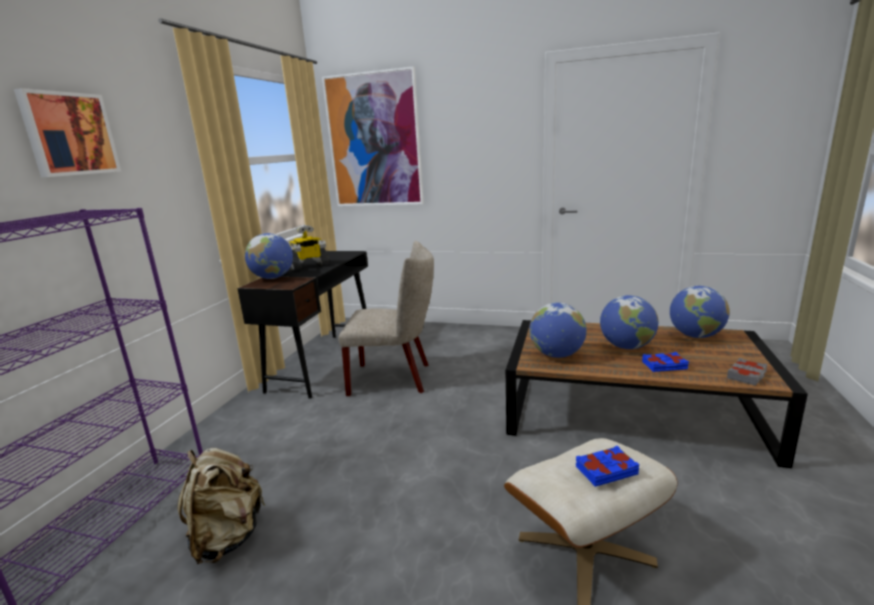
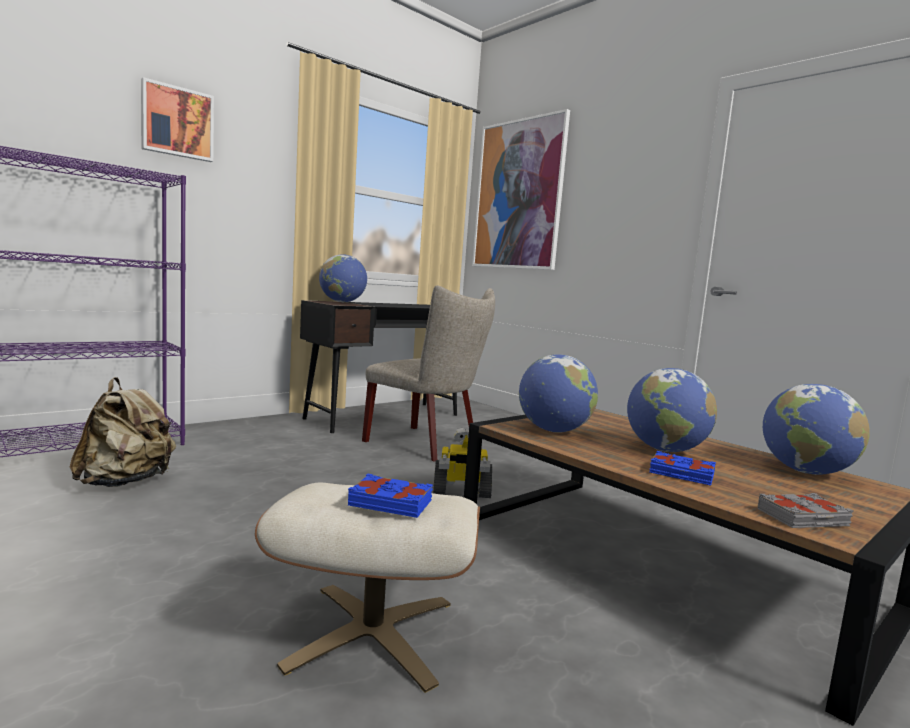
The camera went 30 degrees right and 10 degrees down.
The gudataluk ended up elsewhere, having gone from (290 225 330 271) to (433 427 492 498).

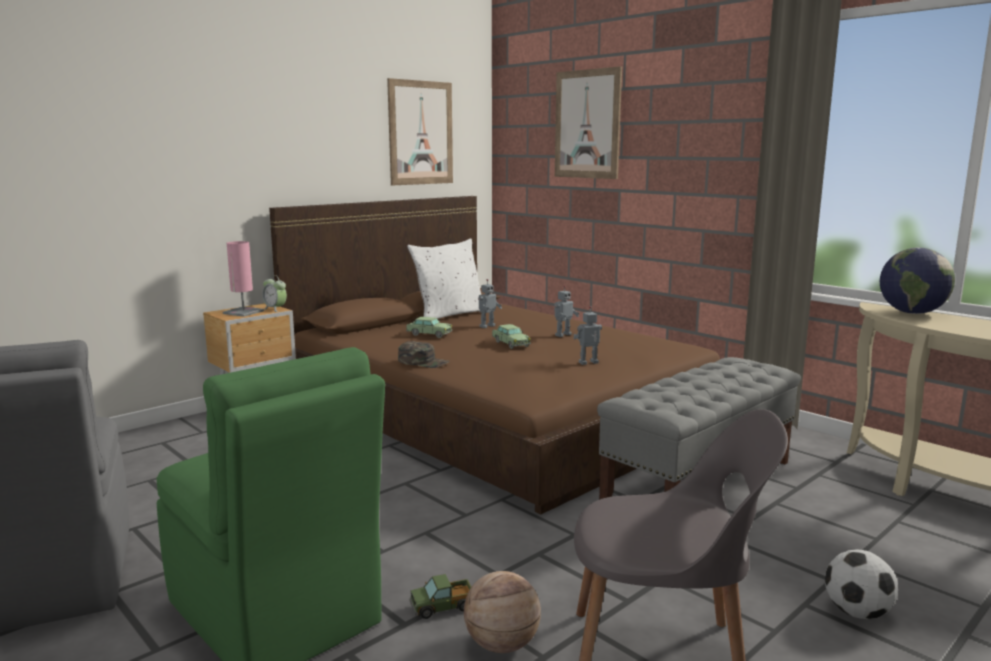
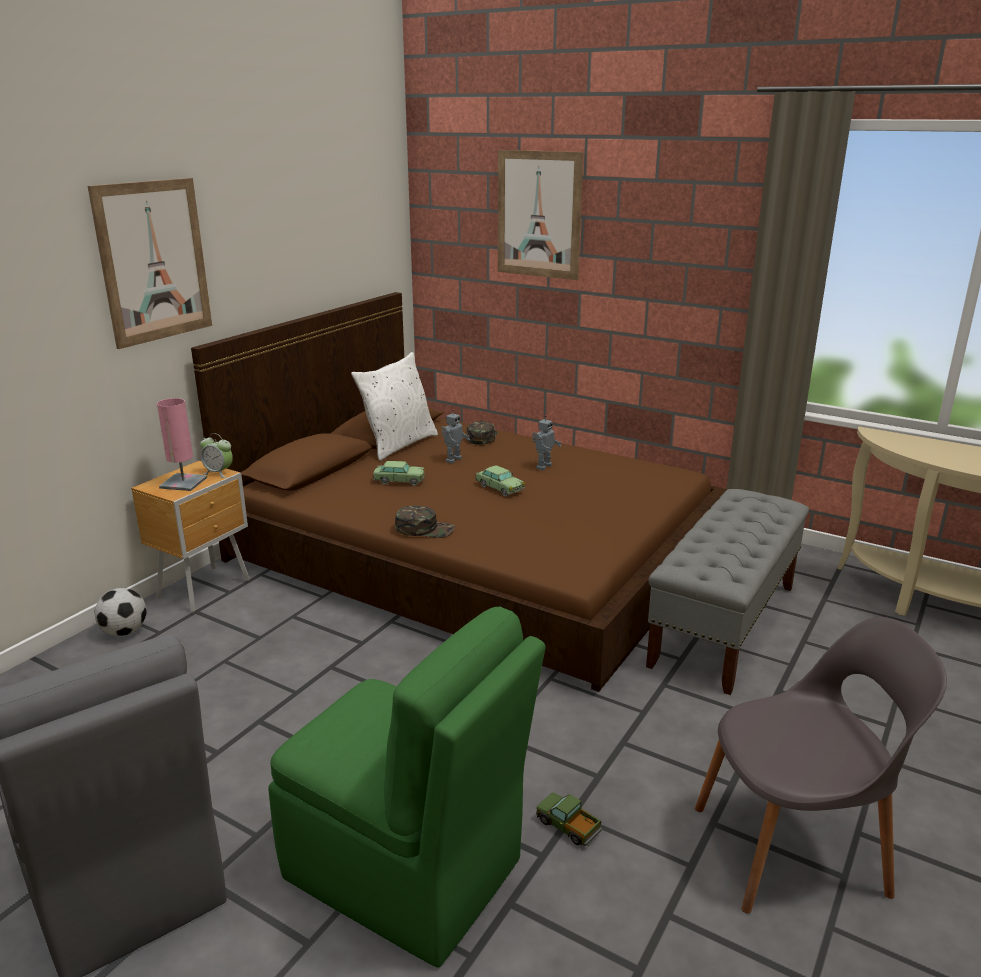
The camera went 15 degrees left and 10 degrees up.
The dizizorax ended up elsewhere, having gone from (387 78 453 186) to (88 178 212 349).
The second view lost the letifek at (880 247 955 314).
The second view lost the gudataluk at (573 306 602 365).
The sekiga ended up elsewhere, having gone from (825 550 898 619) to (95 588 147 636).
The second view lost the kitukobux at (464 571 541 653).
The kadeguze at (409 574 471 619) ended up facing another way, 75 degrees clockwise from before.
The second view gained the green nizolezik at (467 421 497 445).

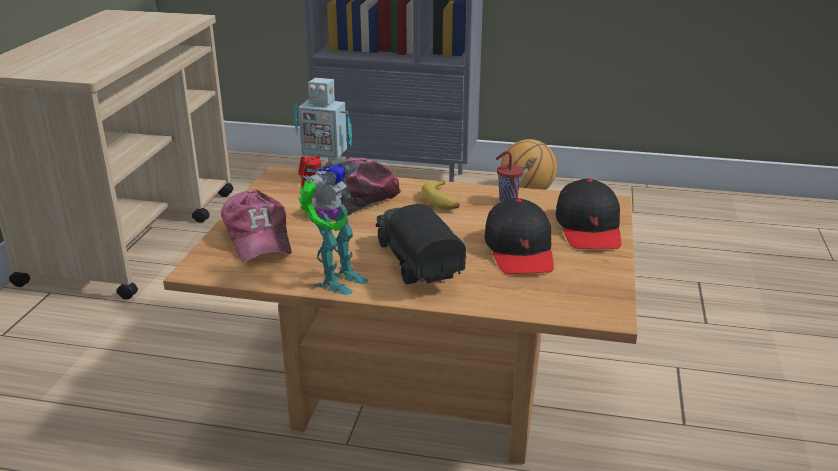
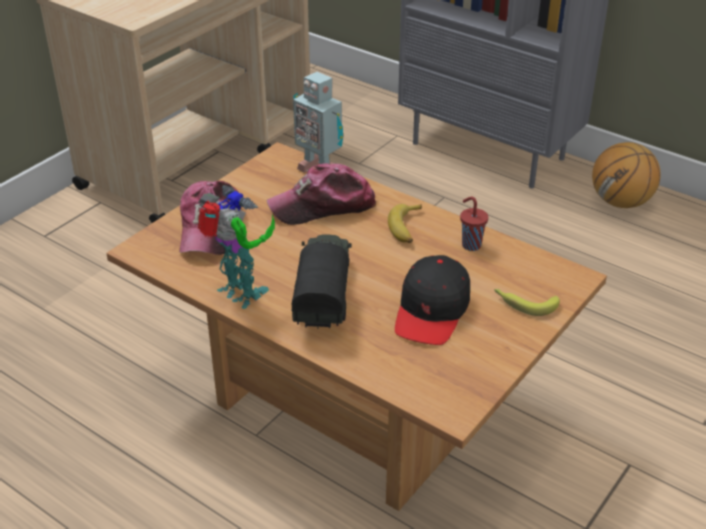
The camera went 25 degrees right and 10 degrees up.
The gudataluk at (298 155 368 295) ended up facing another way, 105 degrees counterclockwise from before.
Where the black nizolezik stood at (555 178 621 249), the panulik came to stand at (494 289 560 316).

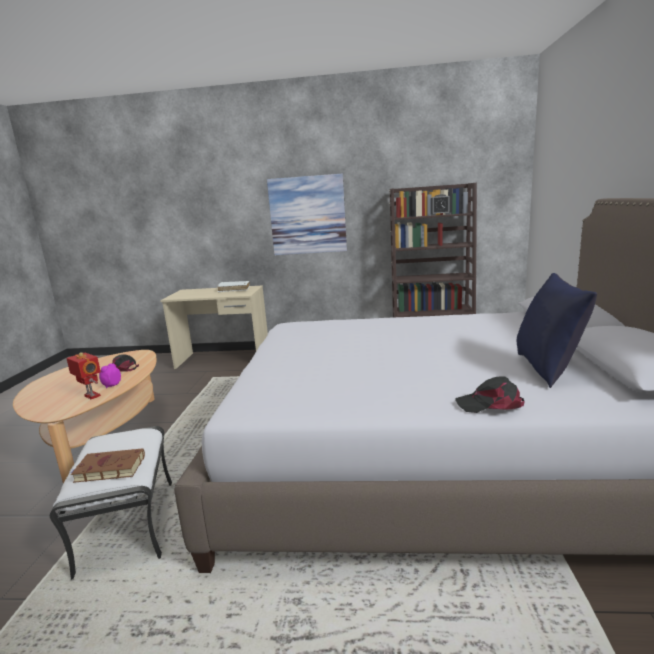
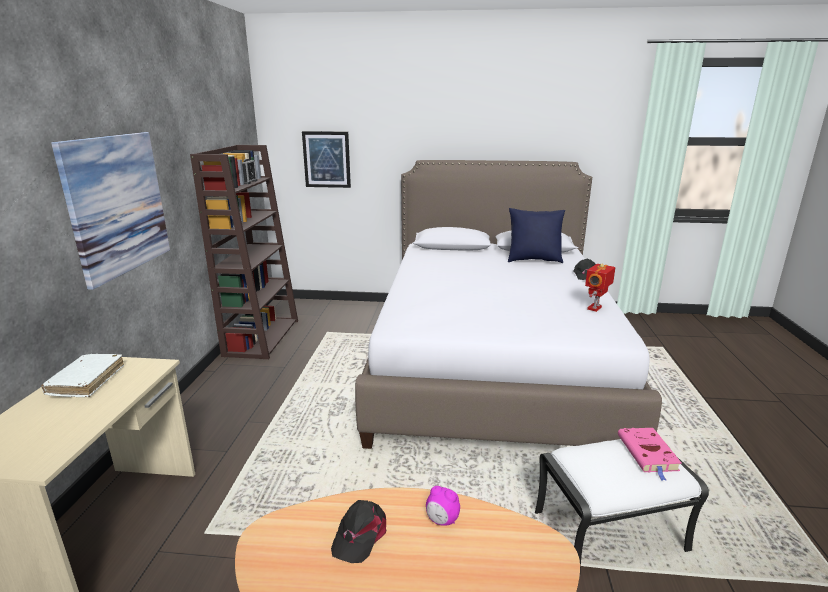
The camera went 90 degrees left and 5 degrees up.
The gudataluk ended up elsewhere, having gone from (66 352 101 399) to (585 263 616 312).
What was the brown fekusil at (71 448 145 483) turned into the pink fekusil at (618 428 682 481).
The second view gained the dizizorax at (302 131 351 188).

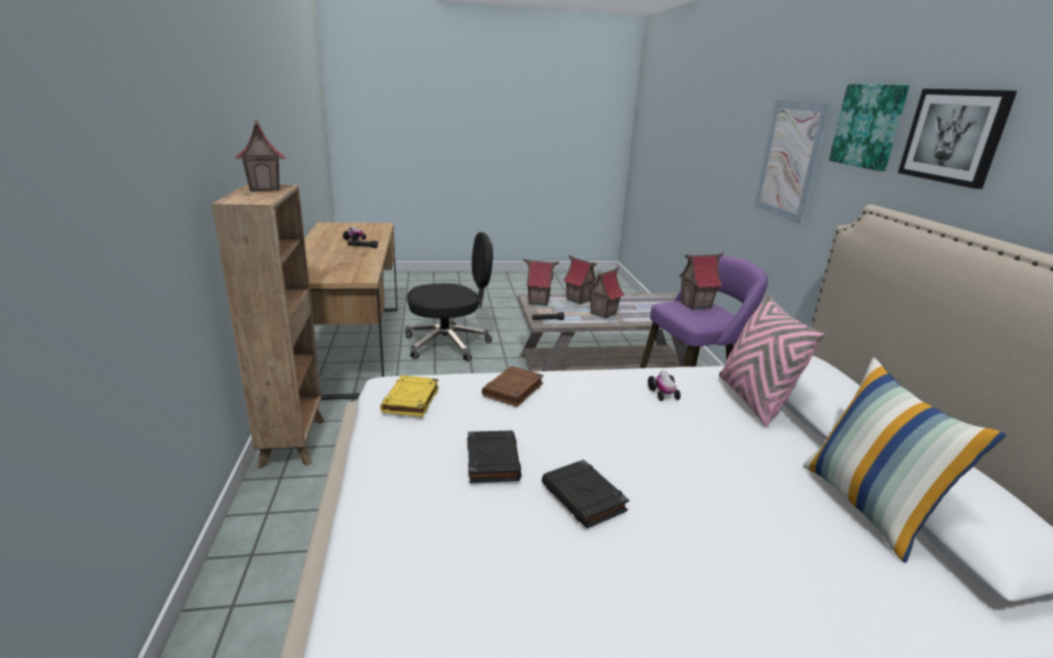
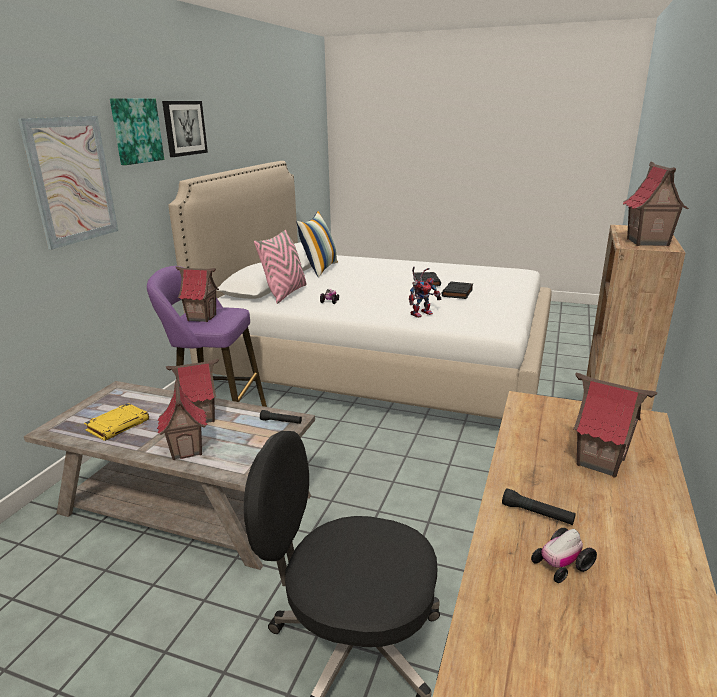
The camera went 150 degrees left and 0 degrees up.
The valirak ended up elsewhere, having gone from (523 259 559 306) to (573 373 657 478).
Where the brown fekusil stood at (482 366 544 407), the gudataluk came to stand at (409 267 441 318).
The yellow fekusil ended up elsewhere, having gone from (380 375 439 417) to (84 403 149 441).

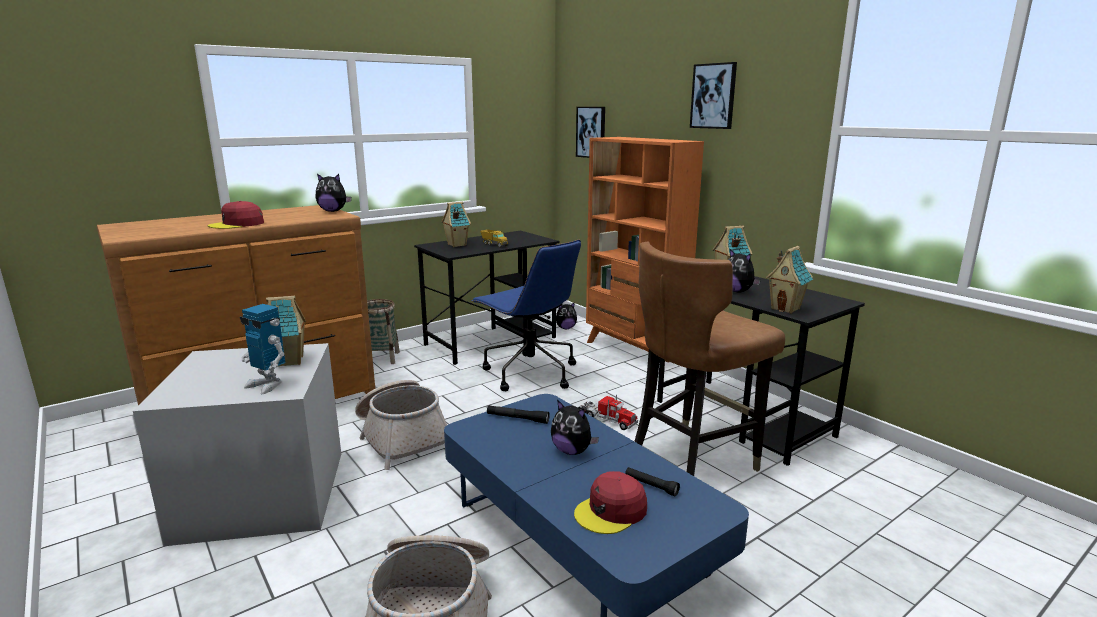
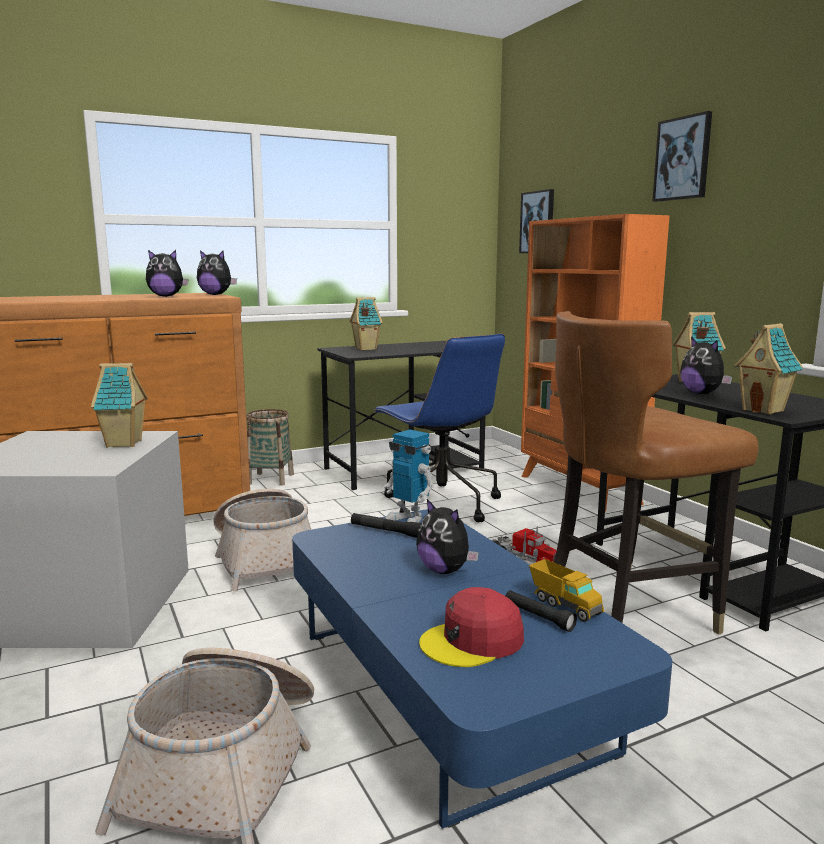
The camera went 10 degrees right and 5 degrees down.
The second view lost the red nizolezik at (207 201 264 229).
The kadeguze ended up elsewhere, having gone from (480 229 508 248) to (529 559 604 622).
The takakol ended up elsewhere, having gone from (556 302 577 329) to (146 250 188 297).
The gudataluk ended up elsewhere, having gone from (240 304 286 394) to (383 429 434 523).

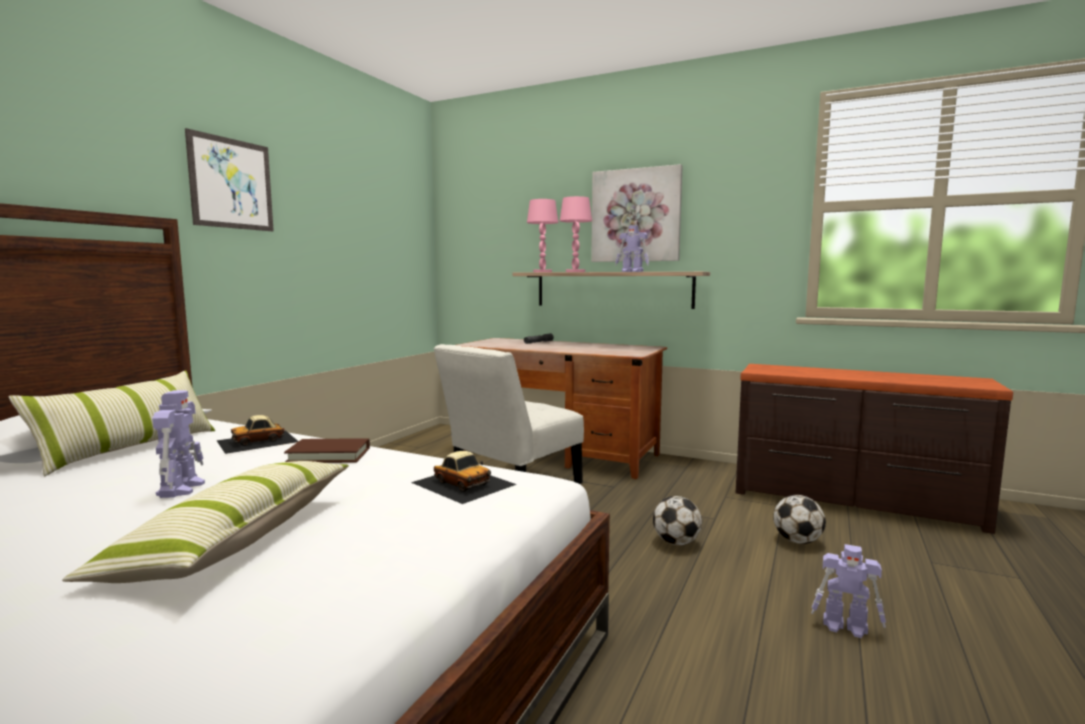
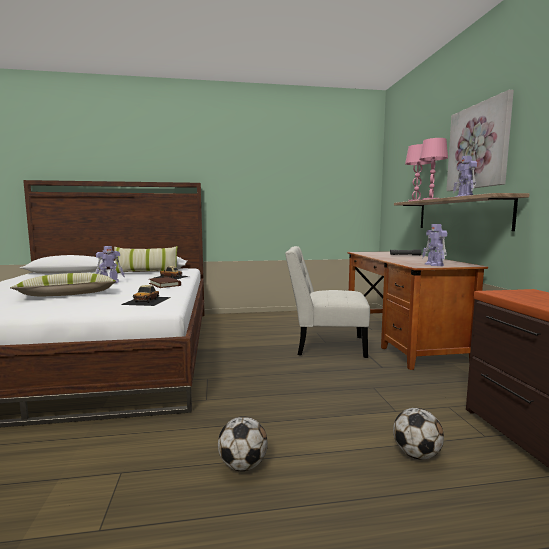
The camera went 55 degrees right and 0 degrees up.
The second view lost the dizizorax at (185 128 274 231).
The sekiga ended up elsewhere, having gone from (653 496 702 545) to (218 416 268 471).
The gudataluk ended up elsewhere, having gone from (811 544 886 638) to (422 224 447 266).

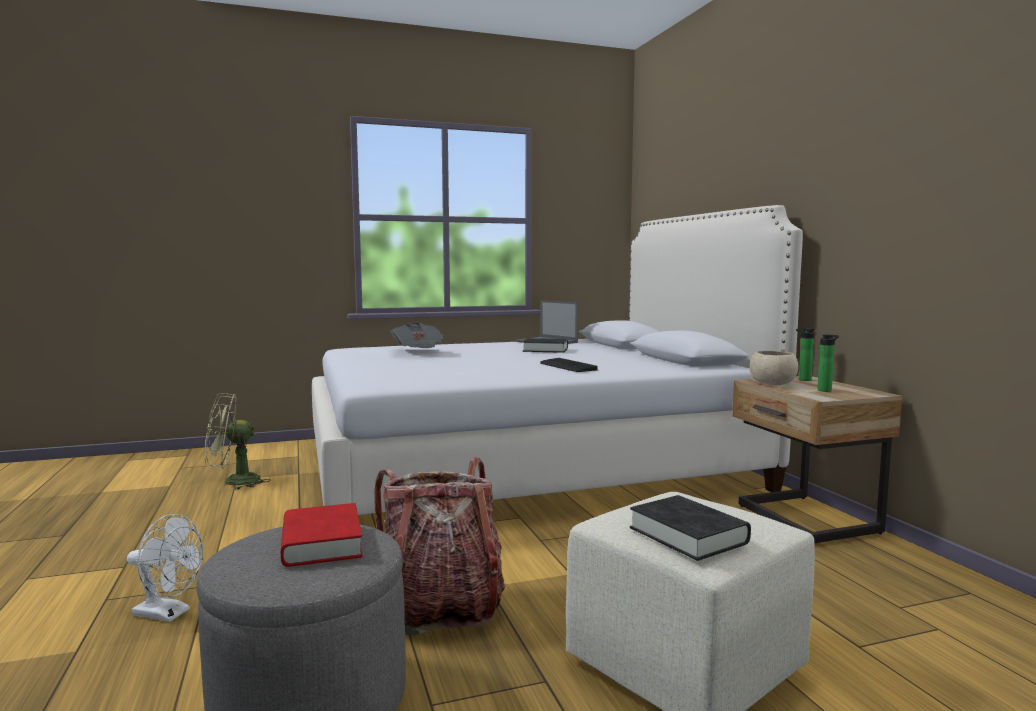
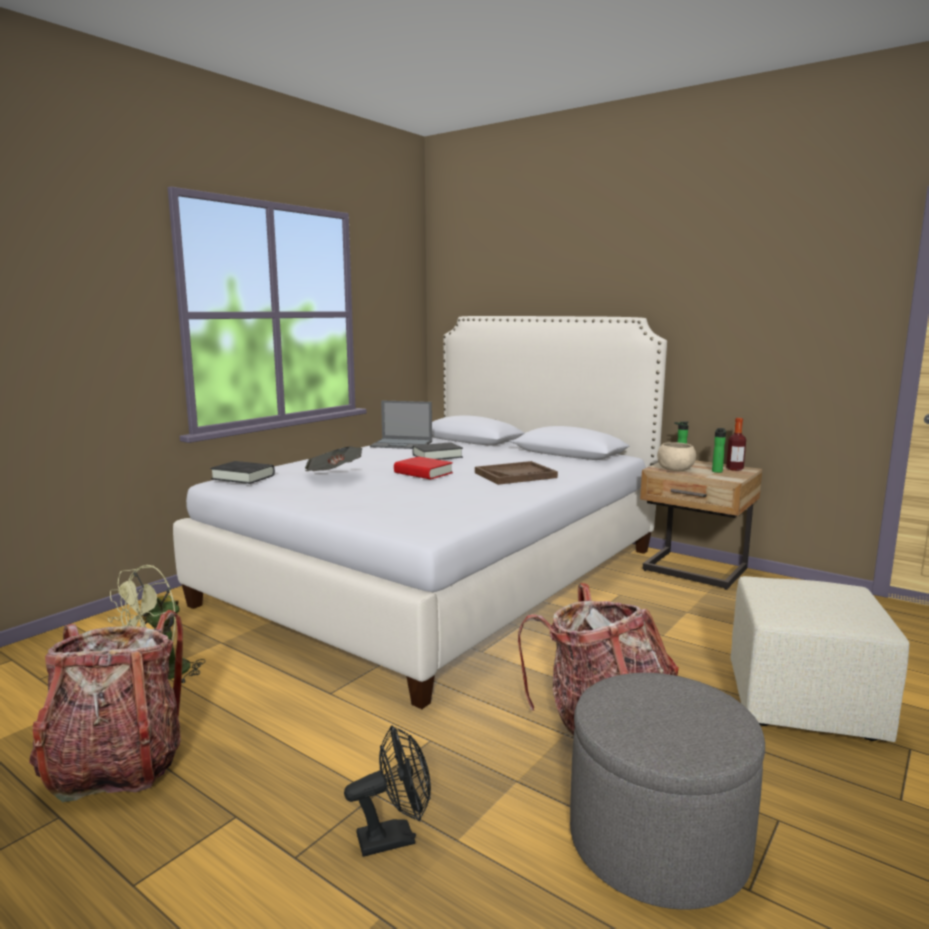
The camera went 35 degrees left and 5 degrees up.
Where the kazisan stood at (540 358 598 372), the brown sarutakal came to stand at (475 461 558 485).
The black fekusil ended up elsewhere, having gone from (630 495 751 561) to (210 461 275 484).
The red fekusil ended up elsewhere, having gone from (281 503 363 567) to (394 456 453 480).
What was the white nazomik at (127 514 203 622) turned into the black nazomik at (344 725 431 857).
The second view gained the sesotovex at (726 418 746 471).
The second view gained the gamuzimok at (29 610 183 802).

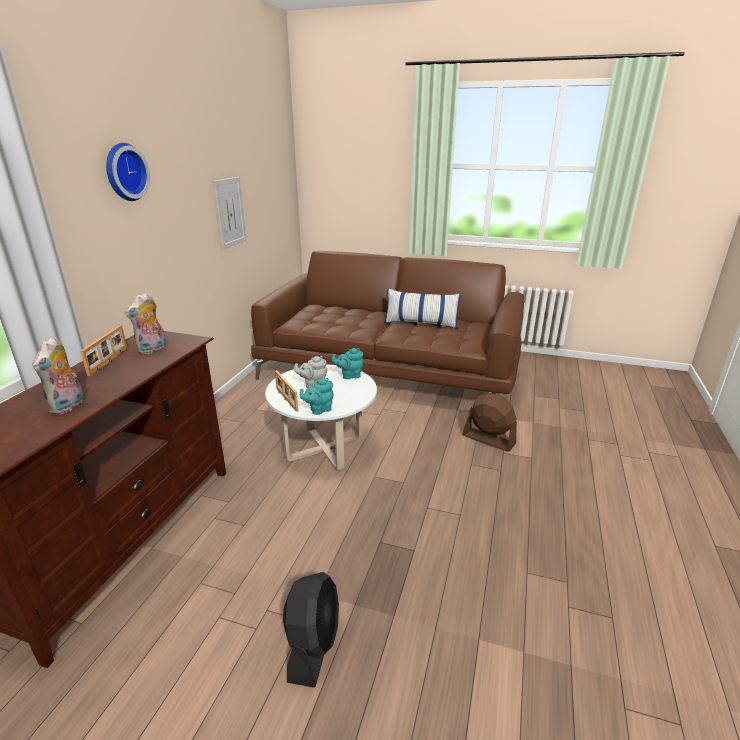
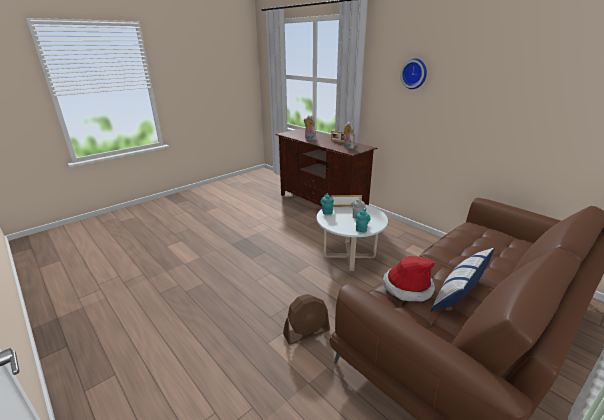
The camera went 120 degrees right and 0 degrees up.
The second view lost the dizizorax at (214 177 247 249).
The second view lost the black nazomik at (283 572 339 688).
The second view gained the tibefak at (383 256 435 301).

